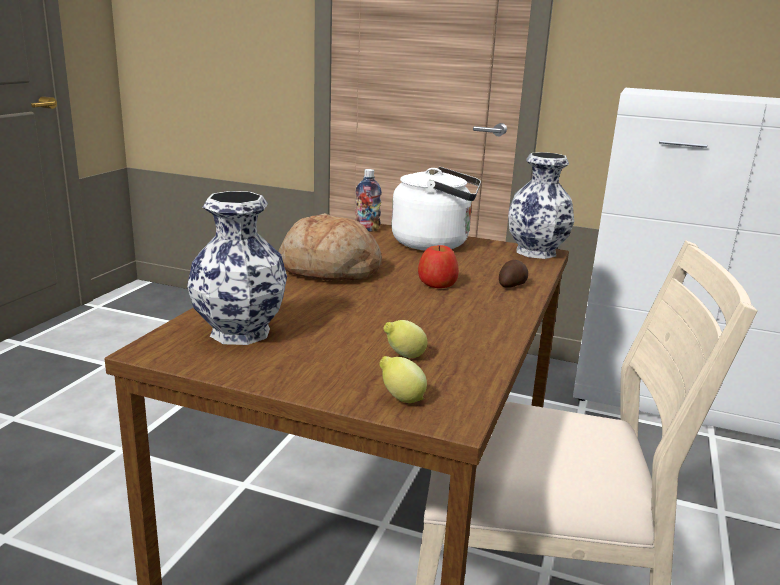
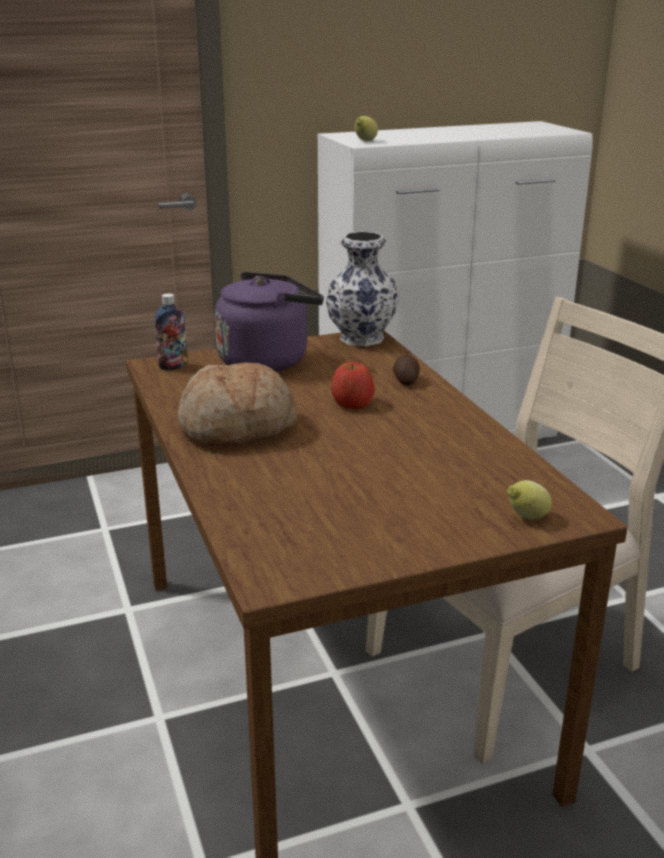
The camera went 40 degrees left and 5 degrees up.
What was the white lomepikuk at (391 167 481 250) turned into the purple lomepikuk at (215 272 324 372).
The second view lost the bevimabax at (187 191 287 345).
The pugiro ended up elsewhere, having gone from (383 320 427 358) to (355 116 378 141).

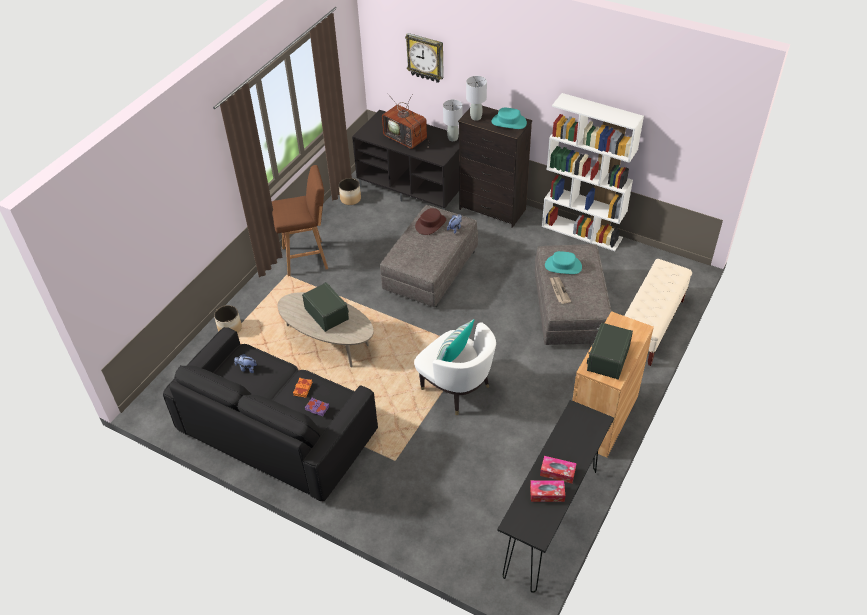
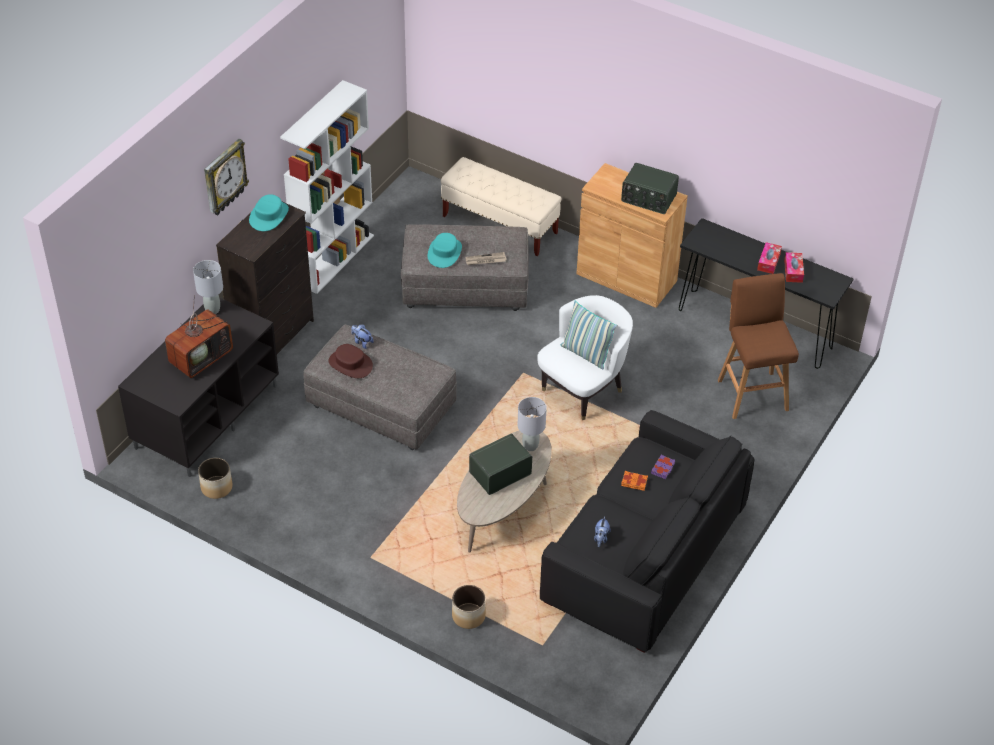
The camera went 90 degrees left and 0 degrees up.
The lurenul ended up elsewhere, having gone from (405 33 444 83) to (204 139 249 216).
The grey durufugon ended up elsewhere, having gone from (466 76 487 121) to (518 397 547 451).
The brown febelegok ended up elsewhere, having gone from (272 165 328 276) to (718 273 799 419).

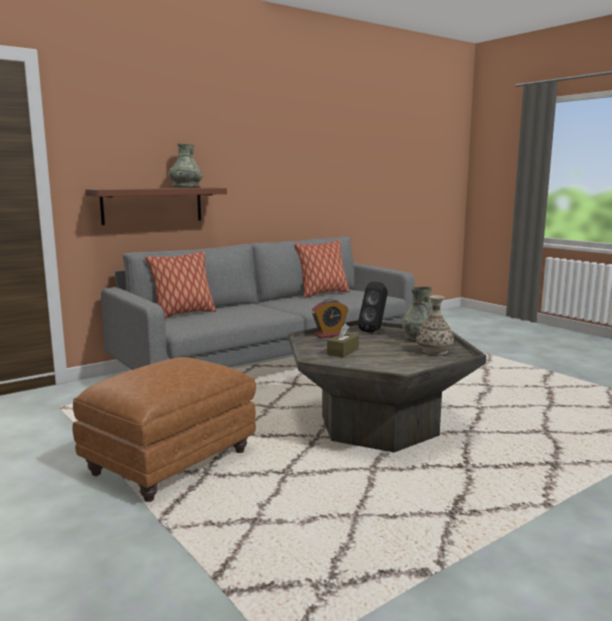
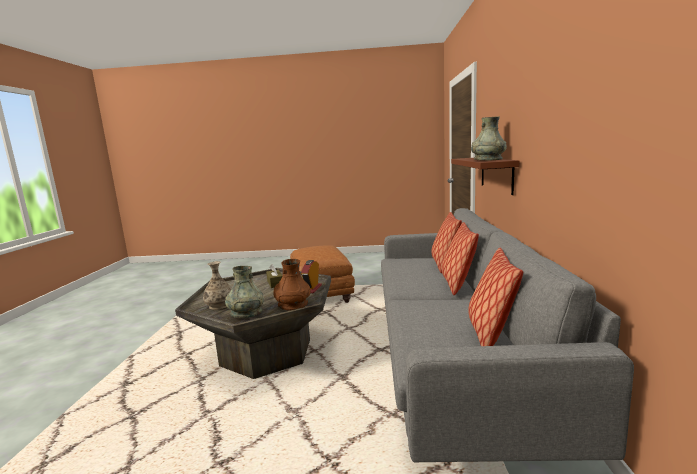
The camera went 130 degrees right and 0 degrees up.
Where the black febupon stood at (358 282 388 333), the brown bevimabax came to stand at (273 259 311 311).
The second view gained the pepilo at (442 222 479 295).

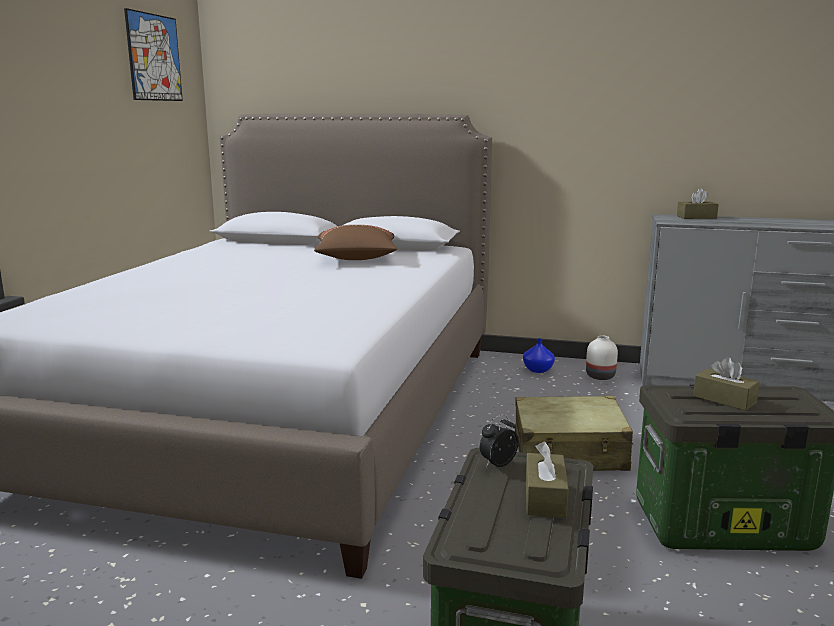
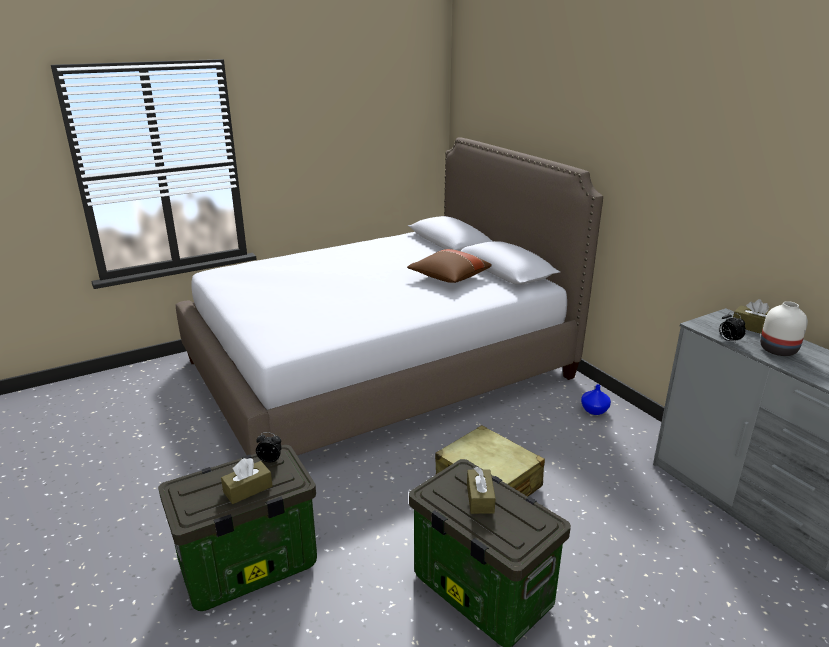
The camera went 45 degrees right and 10 degrees up.
The second view lost the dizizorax at (124 8 183 101).
The white bevimabax ended up elsewhere, having gone from (586 335 618 380) to (760 301 808 356).
The second view gained the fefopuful at (719 312 746 344).

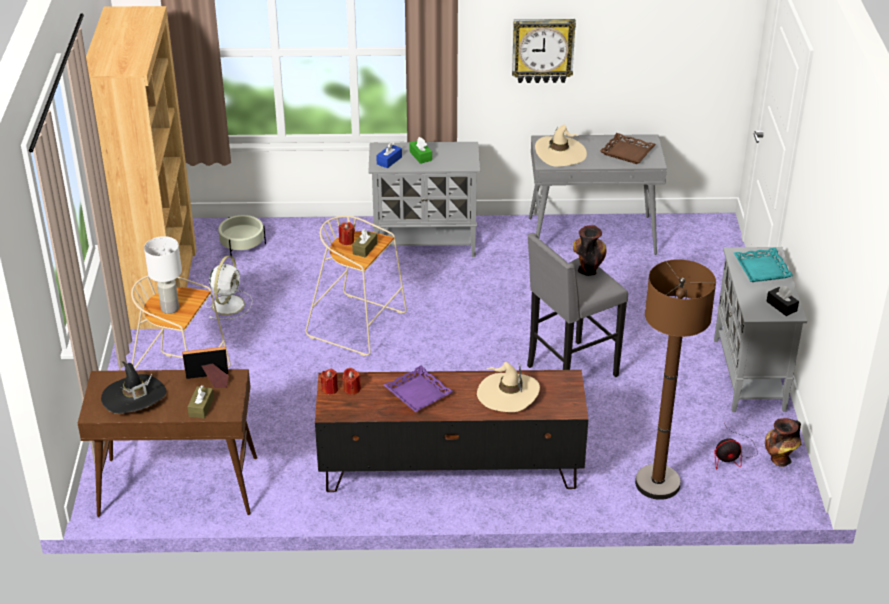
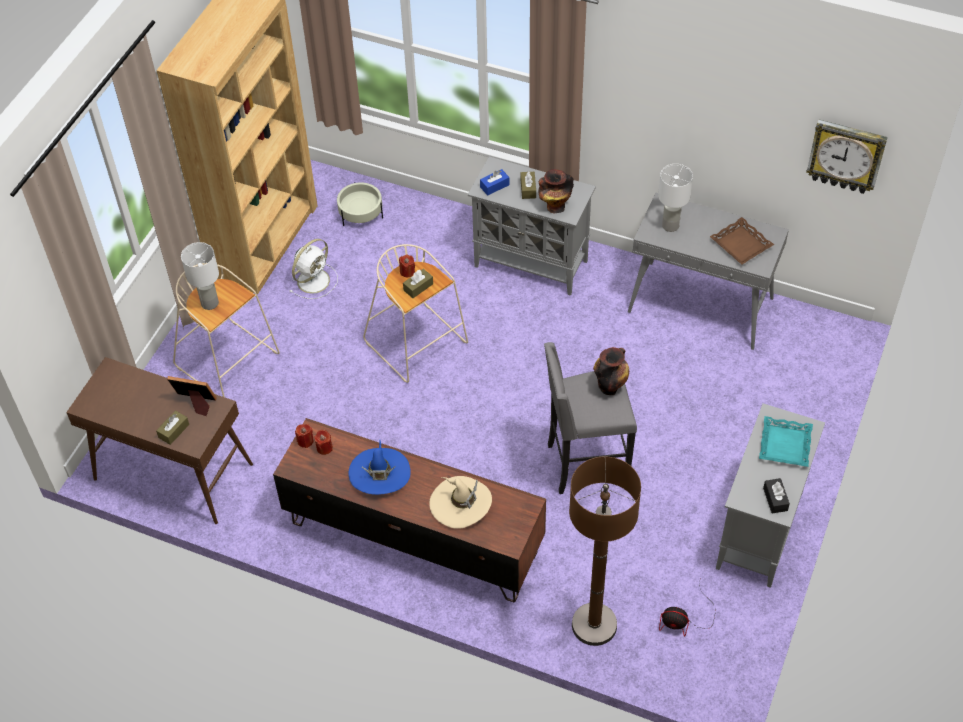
The camera went 25 degrees right and 15 degrees up.
The lurenul ended up elsewhere, having gone from (512 19 576 83) to (806 120 887 194).
Where the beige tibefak stood at (535 125 587 167), the white durufugon came to stand at (658 164 693 232).
What was the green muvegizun at (409 137 432 164) turned into the brown muvegizun at (521 171 536 199).
The second view lost the black tibefak at (101 361 166 414).
Where the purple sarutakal stood at (384 366 453 412), the blue tibefak came to stand at (349 441 411 495).
The bevimabax ended up elsewhere, having gone from (765 418 801 467) to (538 169 574 213).

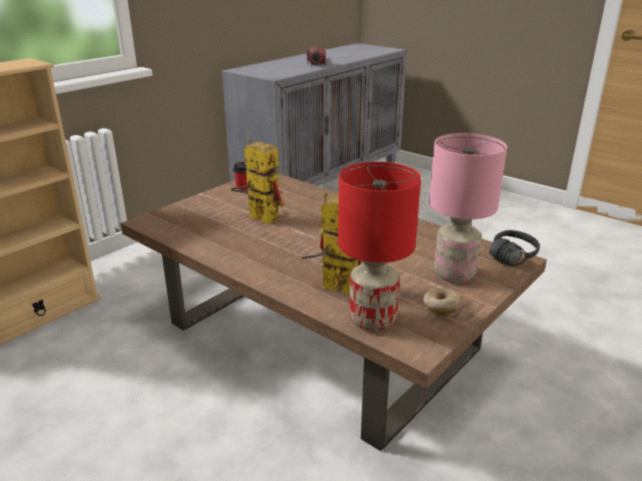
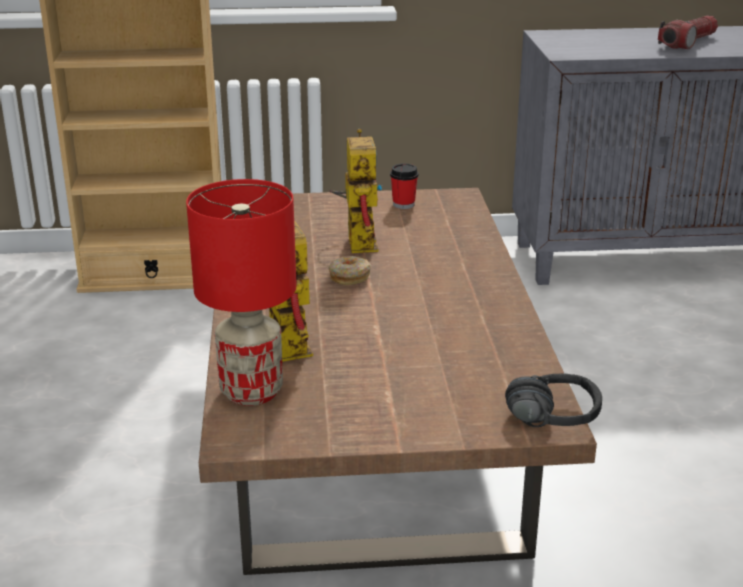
The camera went 45 degrees right and 0 degrees up.
The second view lost the pink durufugon at (429 133 507 283).
The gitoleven ended up elsewhere, having gone from (423 288 462 317) to (329 256 371 285).

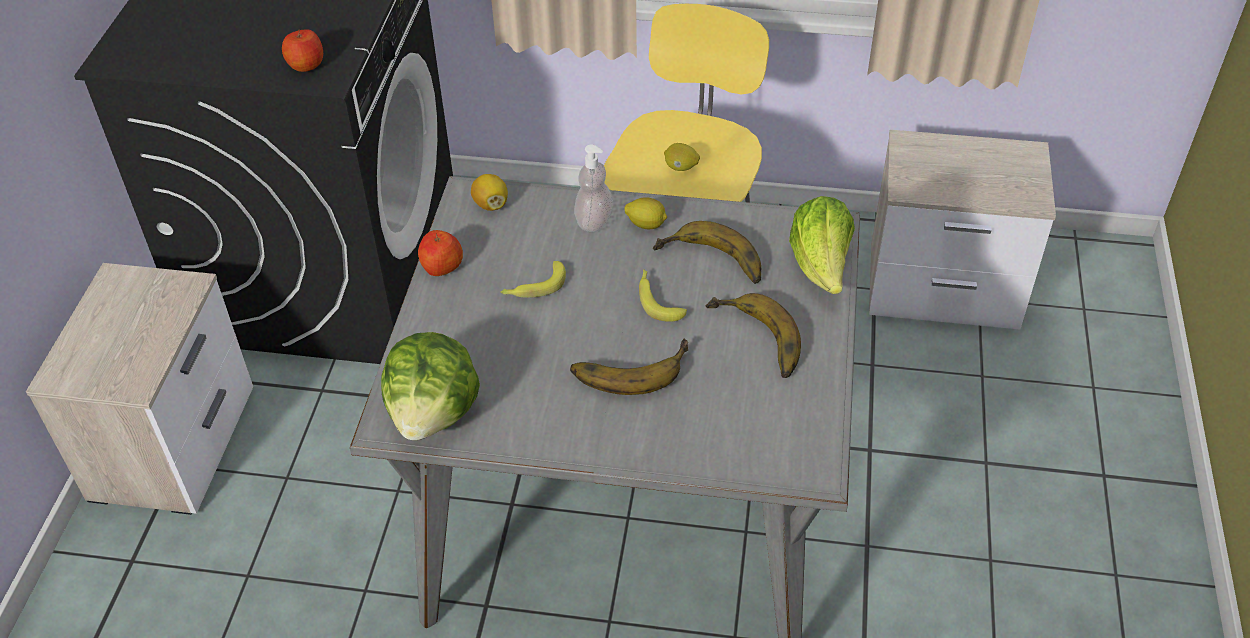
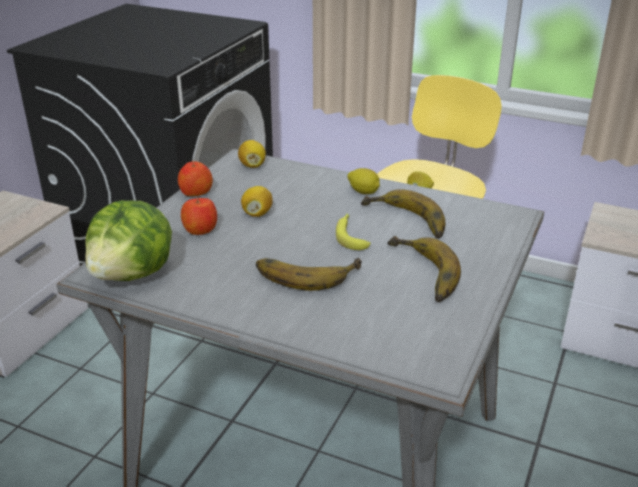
The camera went 15 degrees right and 15 degrees down.
The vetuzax ended up elsewhere, having gone from (282 29 323 72) to (181 197 217 235).
The second view lost the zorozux at (574 145 613 232).
The second view lost the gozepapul at (789 196 855 294).
Where the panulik stood at (500 261 566 298), the pugiro came to stand at (241 186 273 217).

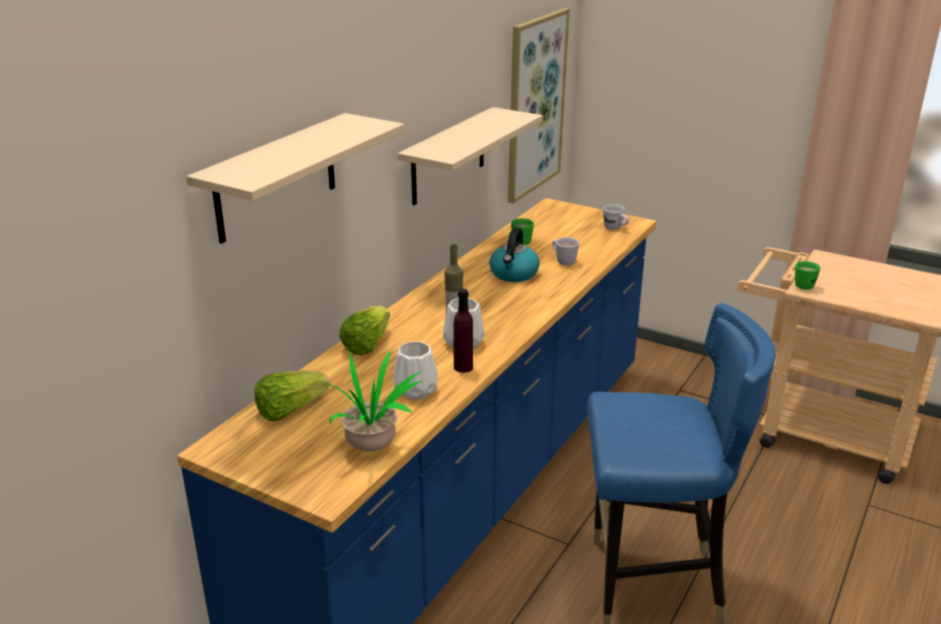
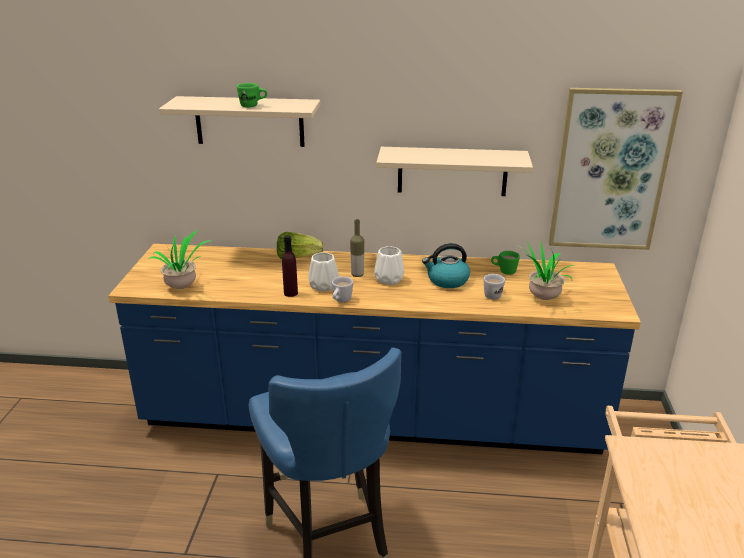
The camera went 65 degrees right and 0 degrees up.
The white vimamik ended up elsewhere, having gone from (603 204 629 230) to (332 276 353 302).
The green vimamik ended up elsewhere, having gone from (795 261 820 290) to (237 83 267 107).
The white bevimabax ended up elsewhere, having gone from (393 342 438 399) to (374 246 404 285).
The second view lost the gozepapul at (255 370 330 421).
The second view gained the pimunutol at (521 241 576 300).

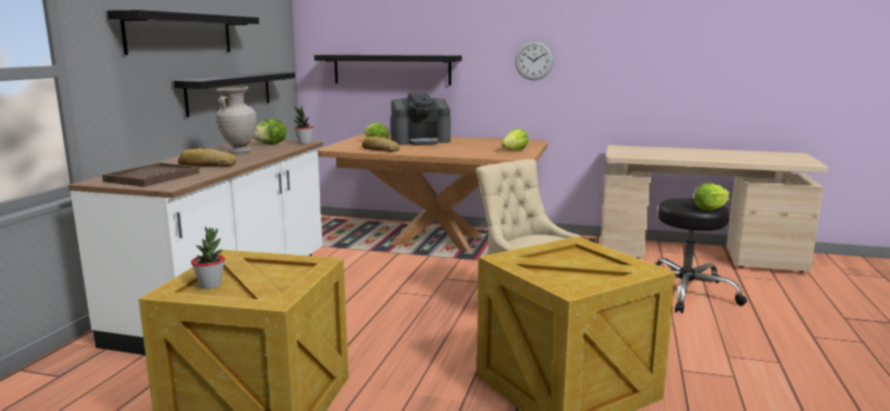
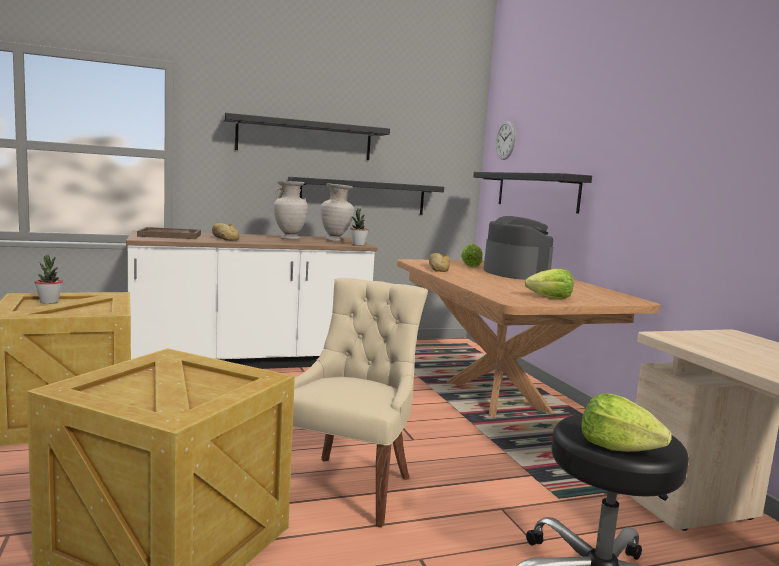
The camera went 55 degrees right and 5 degrees down.
The lurenul ended up elsewhere, having gone from (515 41 553 80) to (496 121 516 160).
The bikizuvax at (391 93 451 145) ended up facing another way, 150 degrees counterclockwise from before.
Where the gozepapul stood at (253 119 287 144), the beige bevimabax came to stand at (320 183 354 242).

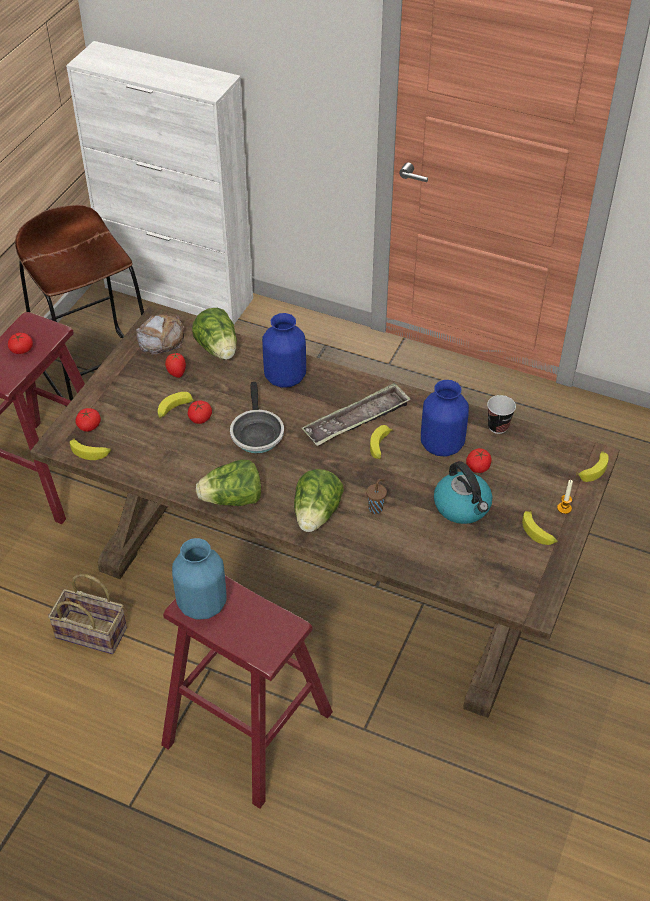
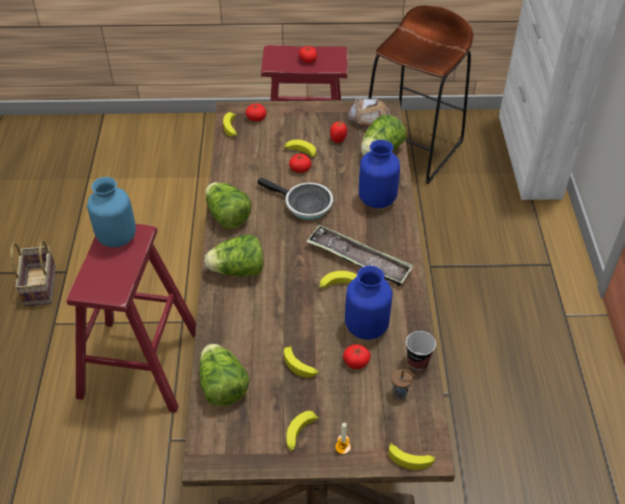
The camera went 65 degrees right and 0 degrees up.
The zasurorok at (230 382 284 453) ended up facing another way, 120 degrees counterclockwise from before.
Where the lomepikuk stood at (434 461 492 524), the panulik came to stand at (284 345 319 377).
The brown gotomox ended up elsewhere, having gone from (366 479 387 514) to (391 369 415 399).
The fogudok ended up elsewhere, having gone from (48 574 127 654) to (10 240 56 306).
The second view gained the gozepapul at (199 344 249 406).

